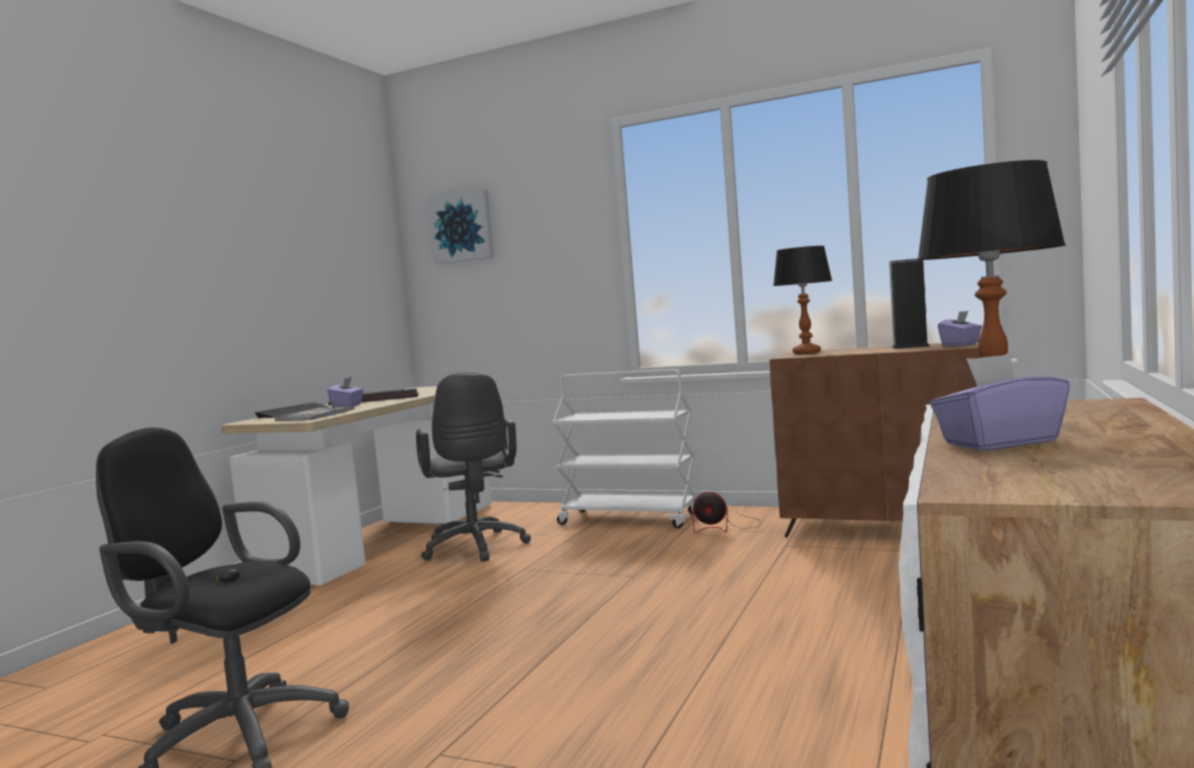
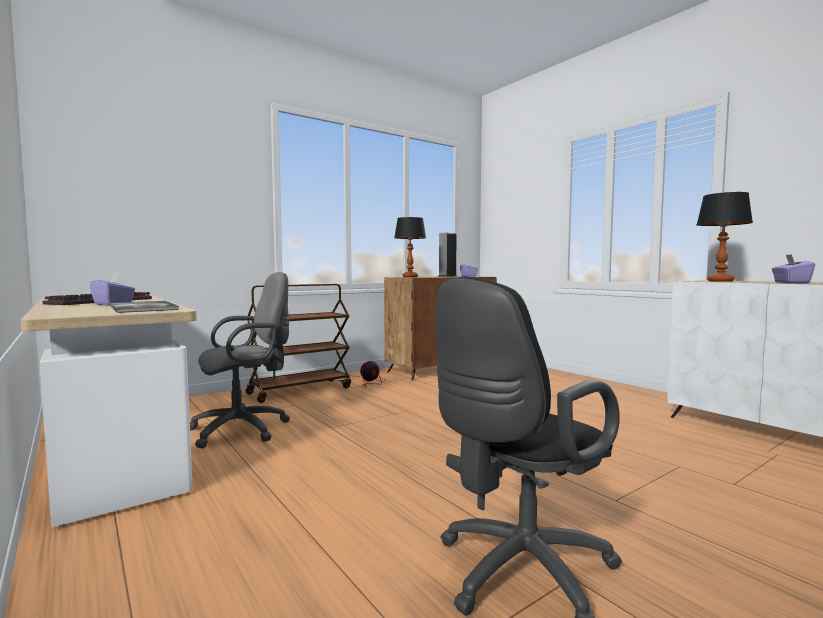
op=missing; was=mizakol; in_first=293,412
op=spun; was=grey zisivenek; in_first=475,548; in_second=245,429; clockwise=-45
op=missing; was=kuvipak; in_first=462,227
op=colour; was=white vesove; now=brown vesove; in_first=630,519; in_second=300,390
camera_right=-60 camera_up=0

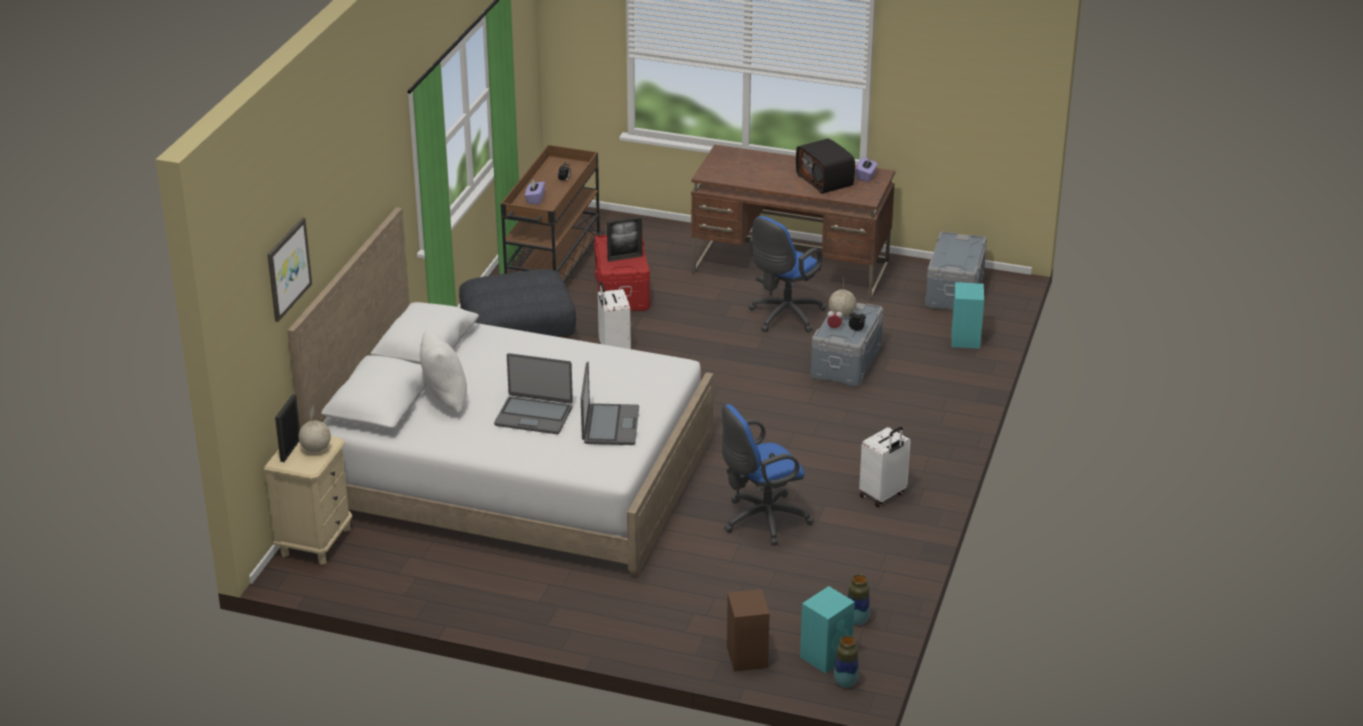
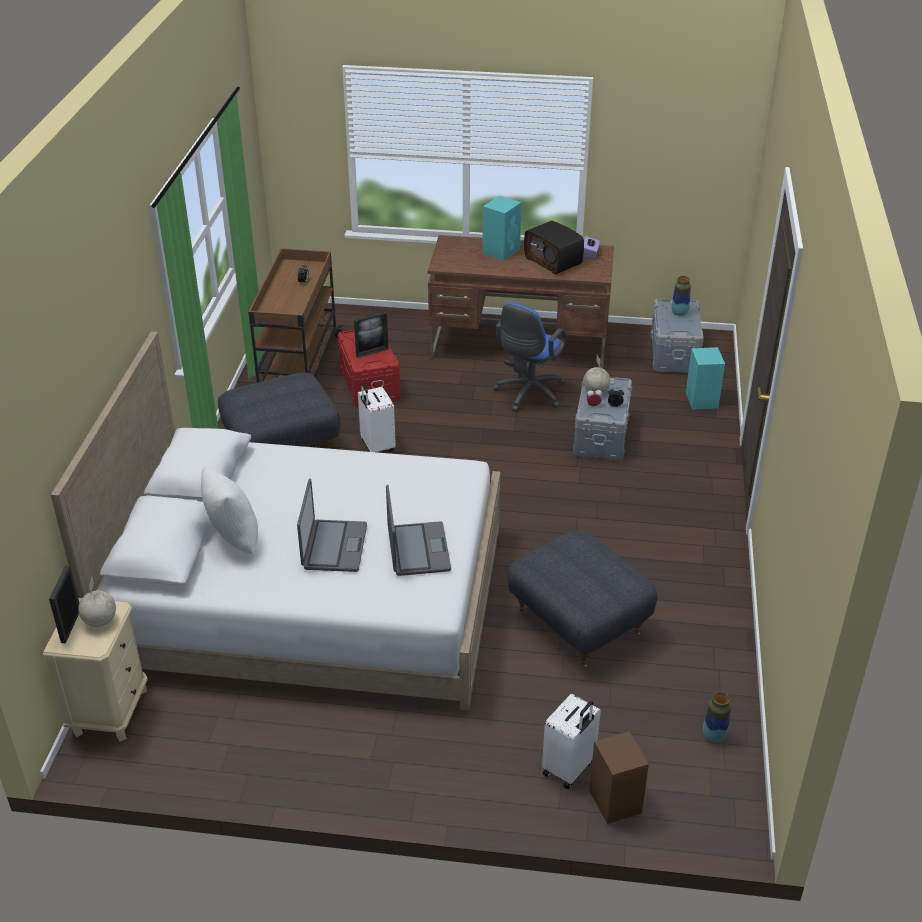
op=missing; was=kuvipak; in_first=287,269
op=spun; was=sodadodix; in_first=534,416; in_second=333,547; clockwise=-90
op=missing; was=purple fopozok; in_first=535,199
op=exchanged; was=blue zisivenek; now=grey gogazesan; in_first=761,520; in_second=576,624
op=relocated; was=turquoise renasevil; in_first=826,655; in_second=501,251
op=relocated; was=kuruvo; in_first=845,682; in_second=679,313
op=relocated; was=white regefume; in_first=883,495; in_second=569,768
camera_right=-10 camera_up=5

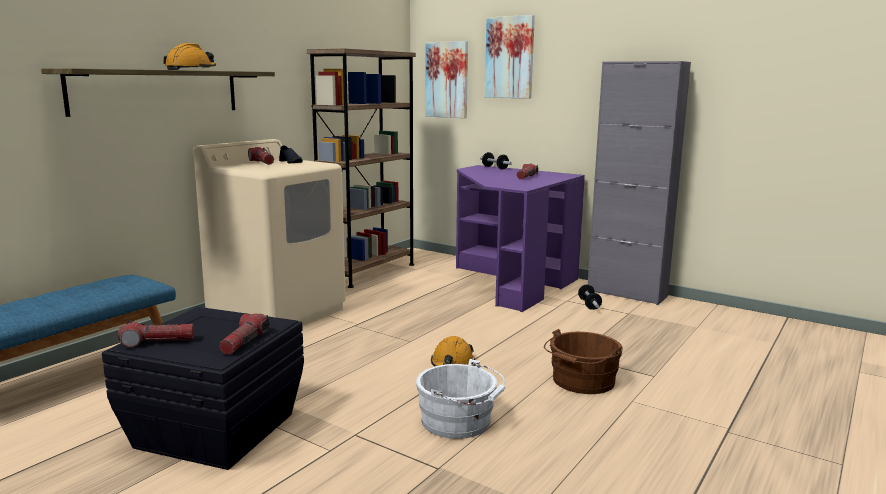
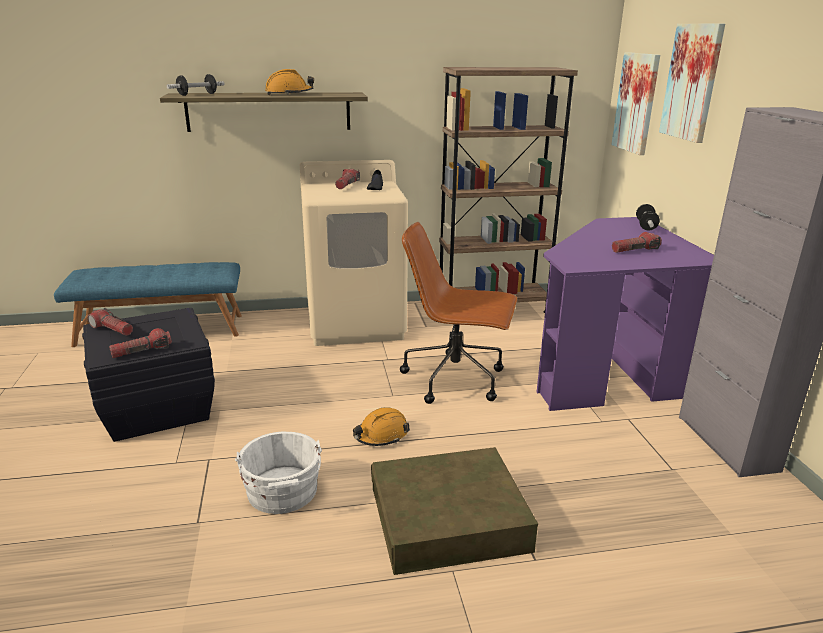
op=exchanged; was=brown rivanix; now=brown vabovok; in_first=581,382; in_second=448,519
op=relocated; was=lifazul; in_first=589,304; in_second=197,94
op=appeared; now=brown zisivenek; in_second=456,379
camera_right=45 camera_up=10

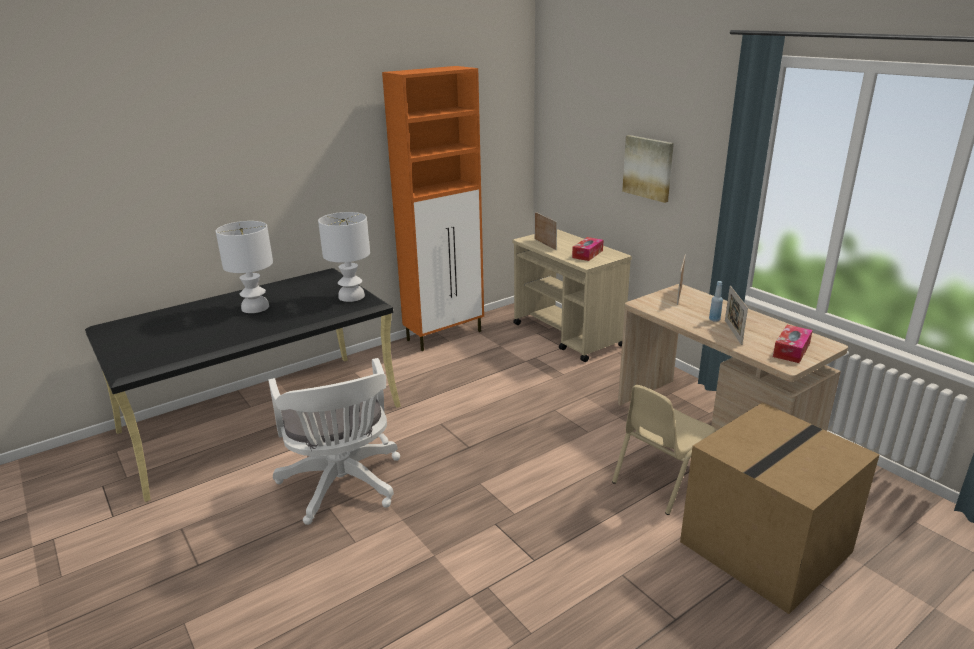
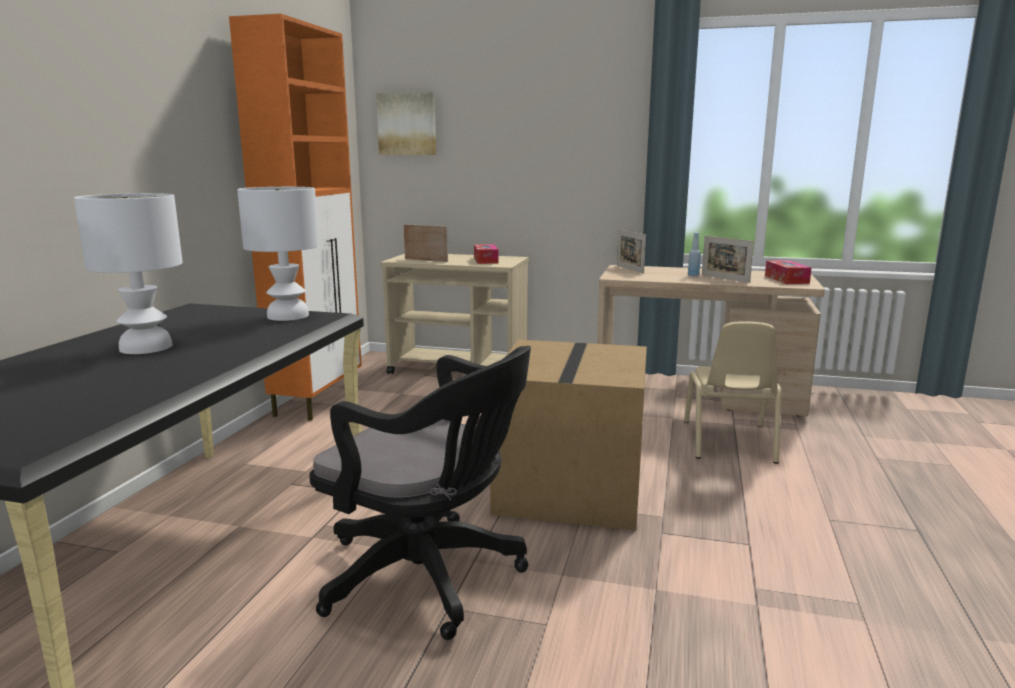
op=colour; was=white zisivenek; now=black zisivenek; in_first=343,487; in_second=430,578
op=relocated; was=kuvipak; in_first=648,168; in_second=407,124
op=relocated; was=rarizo; in_first=764,545; in_second=568,487
camera_right=-40 camera_up=-10

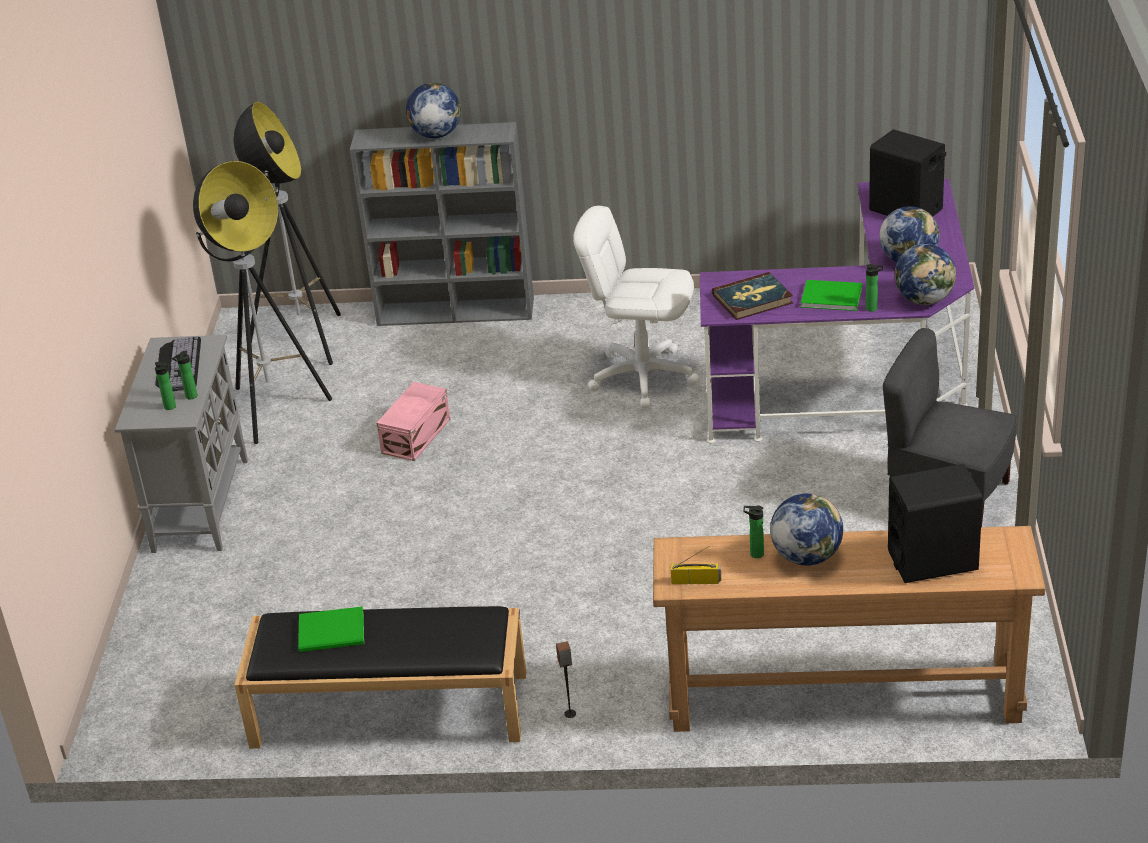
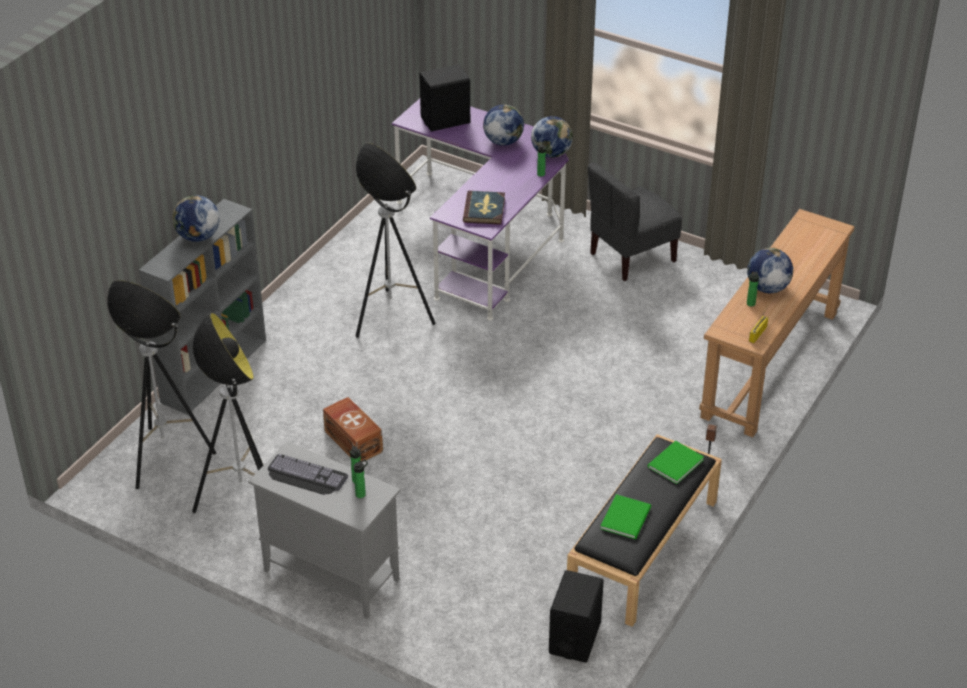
op=colour; was=pink vabovok; now=brown vabovok; in_first=417,435; in_second=353,440
op=exchanged; was=white zisivenek; now=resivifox; in_first=643,376; in_second=390,318
op=relocated; was=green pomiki; in_first=830,296; in_second=673,463
op=relocated; was=black renasevil; in_first=933,560; in_second=574,638
camera_right=-65 camera_up=5

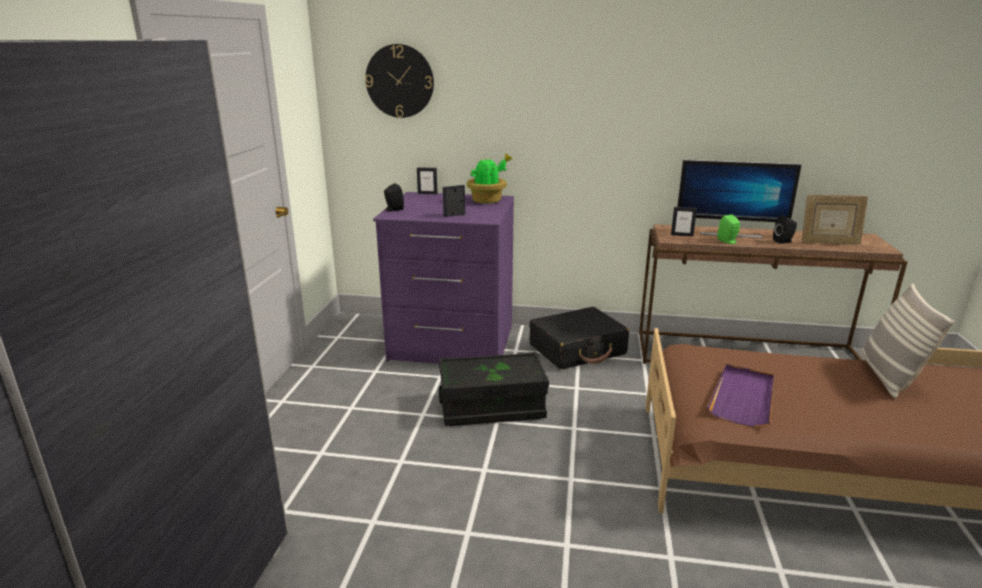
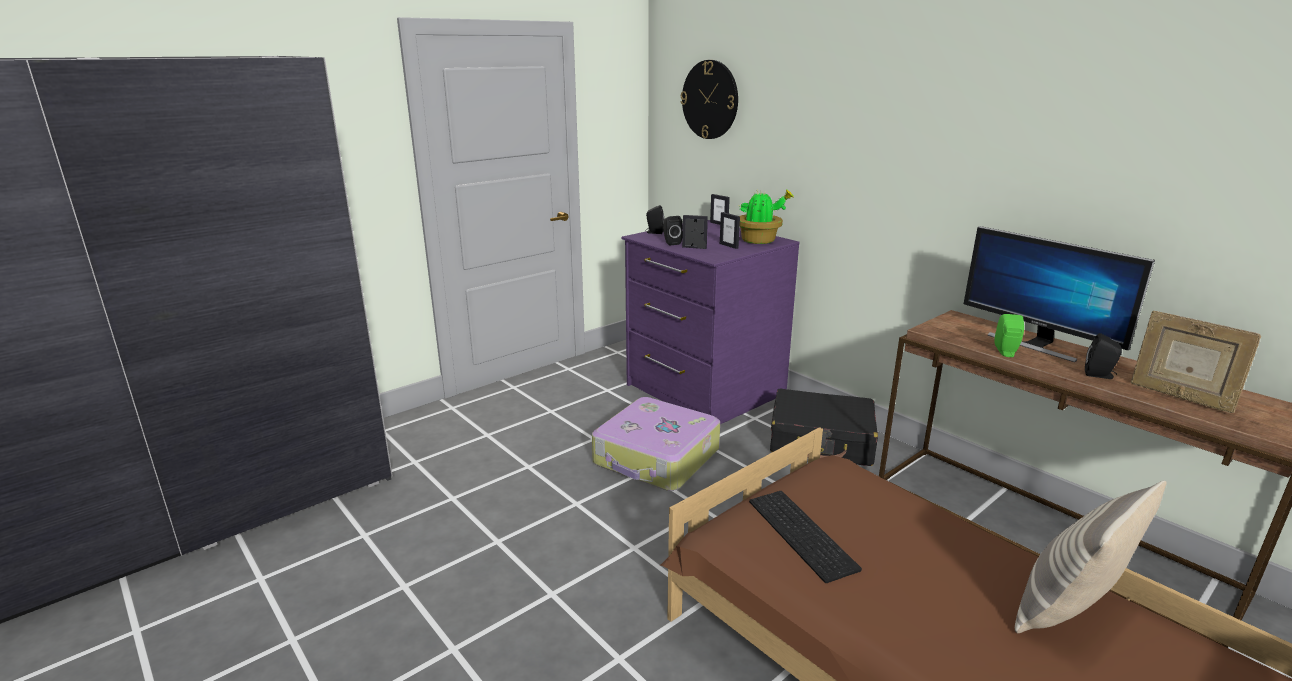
op=exchanged; was=black vabovok; now=regefume; in_first=492,407; in_second=656,458
op=relocated; was=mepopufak; in_first=682,235; in_second=729,246
op=exchanged; was=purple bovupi; now=mizakol; in_first=742,397; in_second=804,534
op=appeared; now=black renasevil; in_second=671,243
camera_right=40 camera_up=0

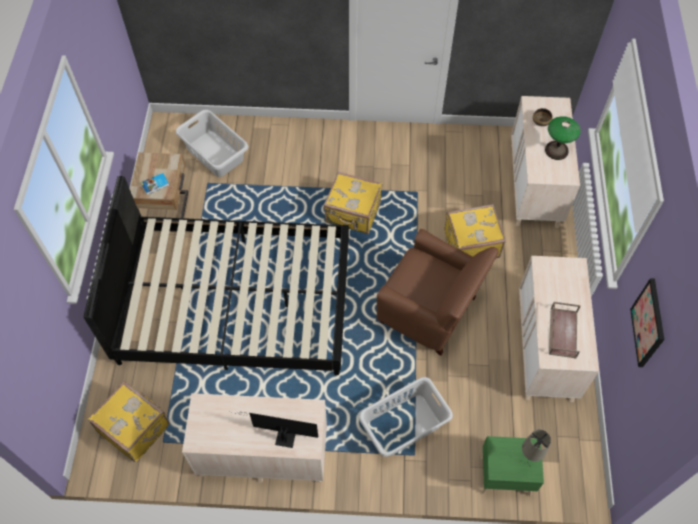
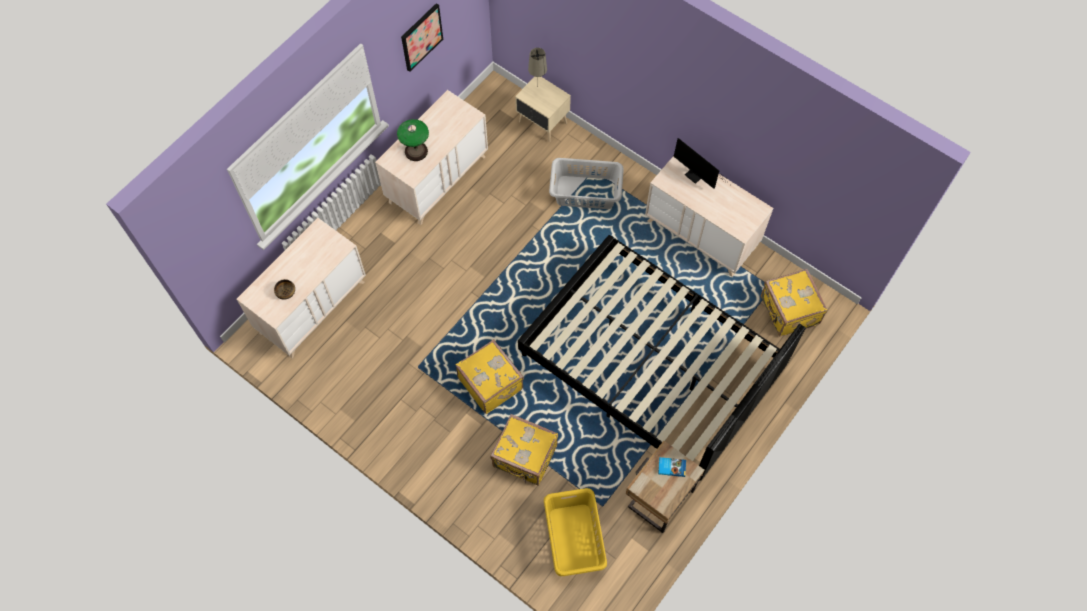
op=colour; was=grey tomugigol; now=yellow tomugigol; in_first=215,153; in_second=573,538
op=missing; was=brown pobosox; in_first=430,311
op=relocated; was=yellow regefume; in_first=470,243; in_second=525,457
op=colour; was=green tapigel; now=beige tapigel; in_first=504,475; in_second=543,123
op=relocated; was=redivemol; in_first=556,150; in_second=416,151
op=missing; was=brown bovupi; in_first=562,332
camera_right=-145 camera_up=5

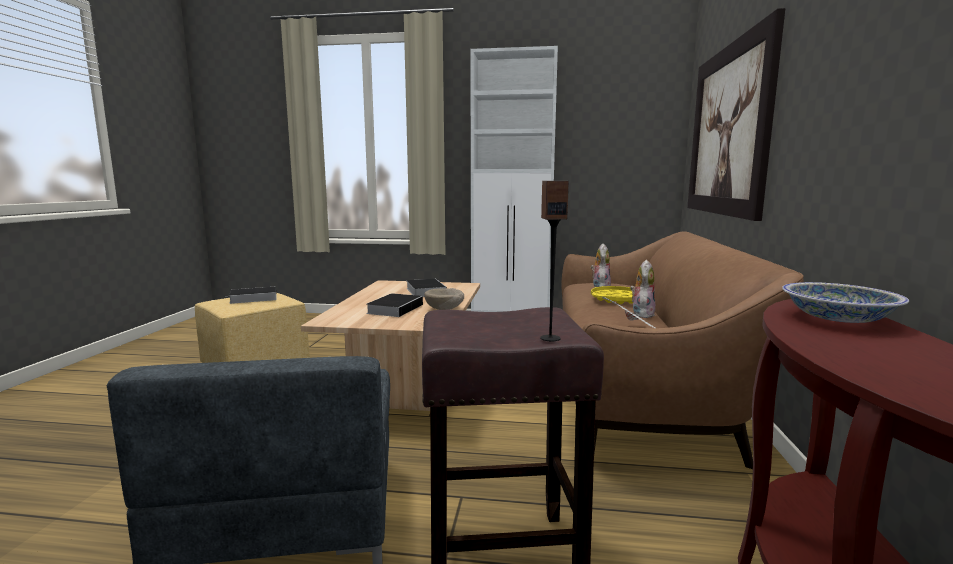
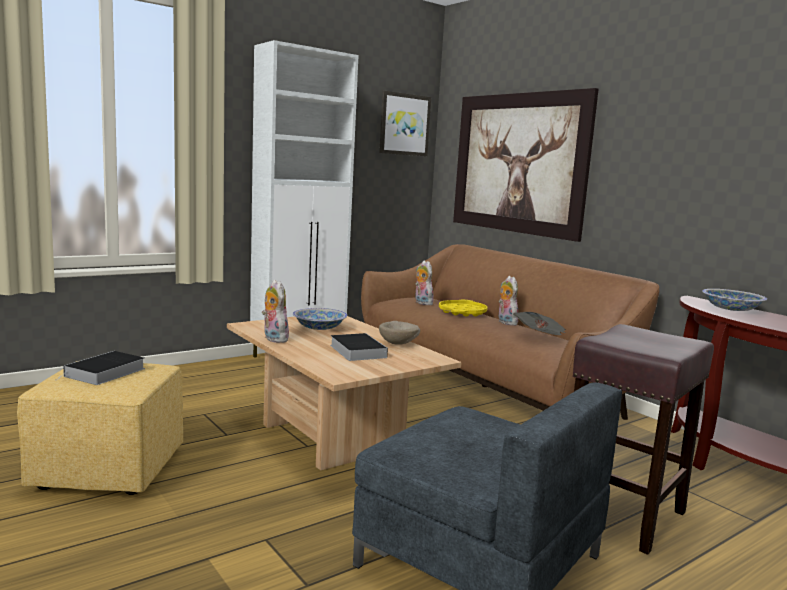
op=exchanged; was=pomiki; now=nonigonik; in_first=425,291; in_second=319,328
op=missing; was=renasevil; in_first=550,338
op=appeared; now=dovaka; in_second=273,339
op=appeared; now=kuvipak; in_second=404,124
camera_right=-45 camera_up=0

